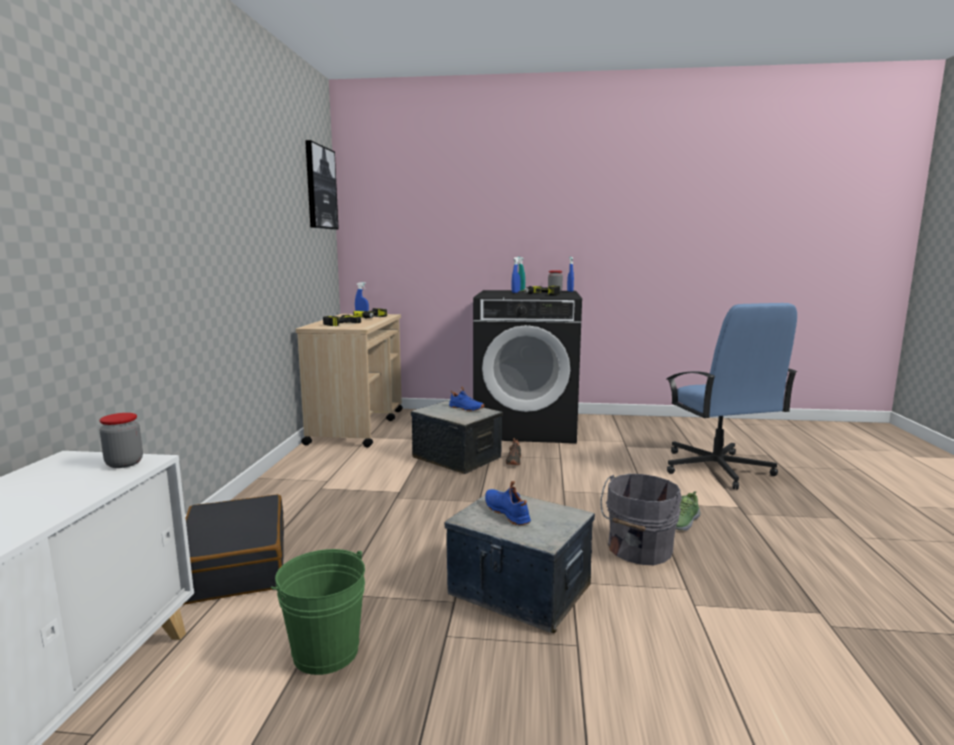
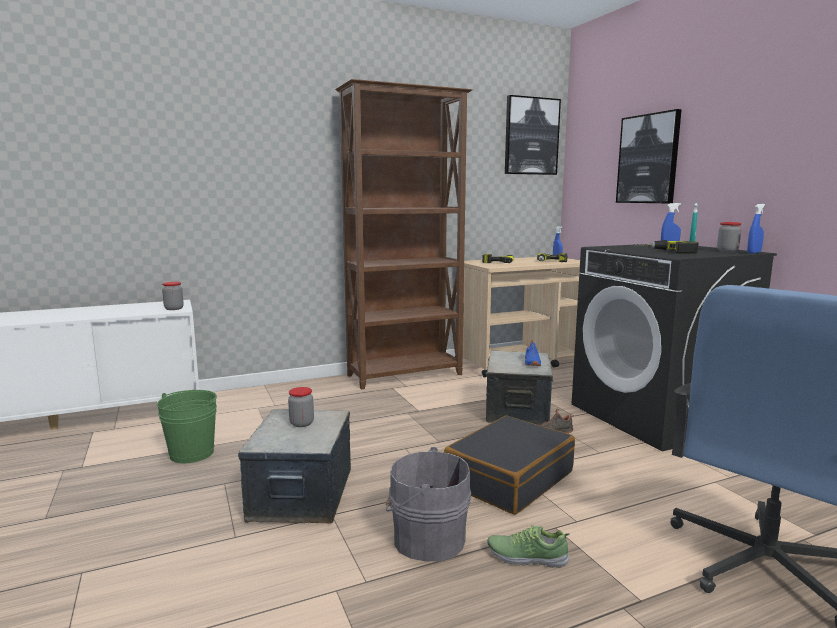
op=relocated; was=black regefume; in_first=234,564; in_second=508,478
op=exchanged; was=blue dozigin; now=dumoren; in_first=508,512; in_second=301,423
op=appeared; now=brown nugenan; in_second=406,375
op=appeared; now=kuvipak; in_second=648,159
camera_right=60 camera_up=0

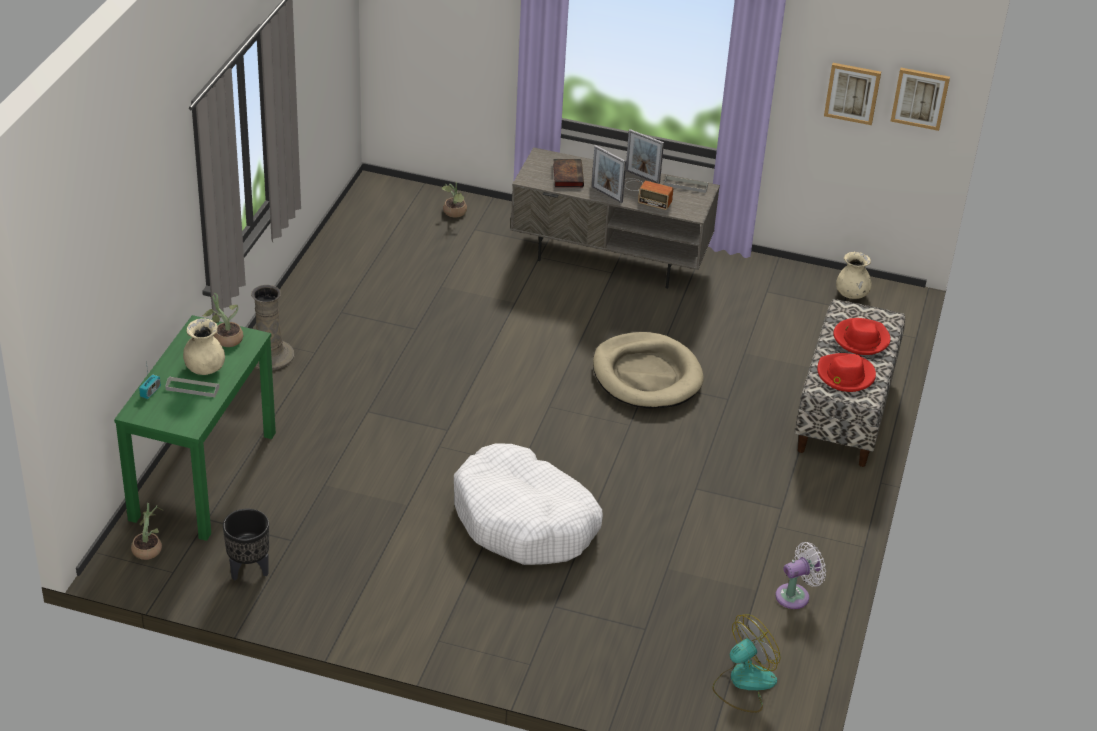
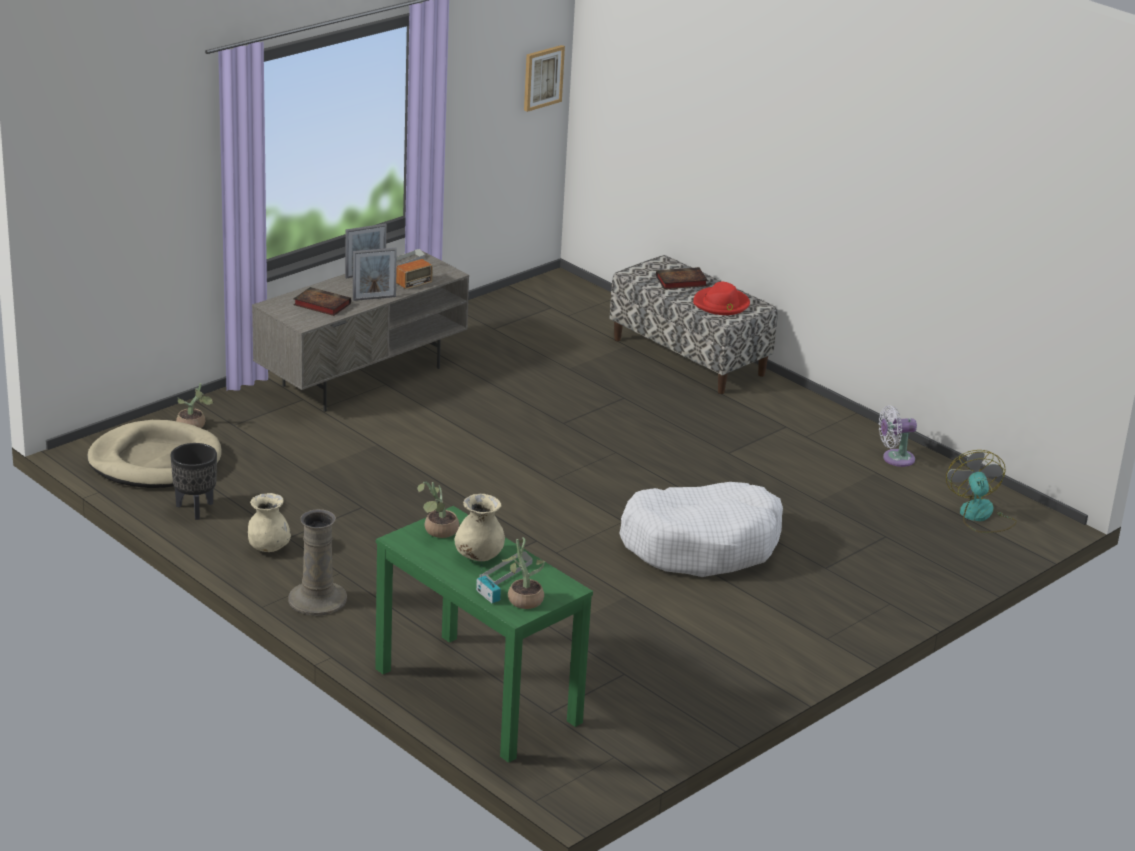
op=relocated; was=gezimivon; in_first=149,548; in_second=522,598
op=relocated; was=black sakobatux; in_first=249,569; in_second=195,509
op=relocated; was=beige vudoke; in_first=646,375; in_second=155,461
op=spun; was=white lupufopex; in_first=796,595; in_second=895,458; clockwise=-105
op=missing; was=kuvipak; in_first=852,93
op=exchanged; was=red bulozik; now=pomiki; in_first=861,339; in_second=680,282
op=relocated; was=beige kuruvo; in_first=851,294; in_second=268,547
camera_right=-60 camera_up=-10

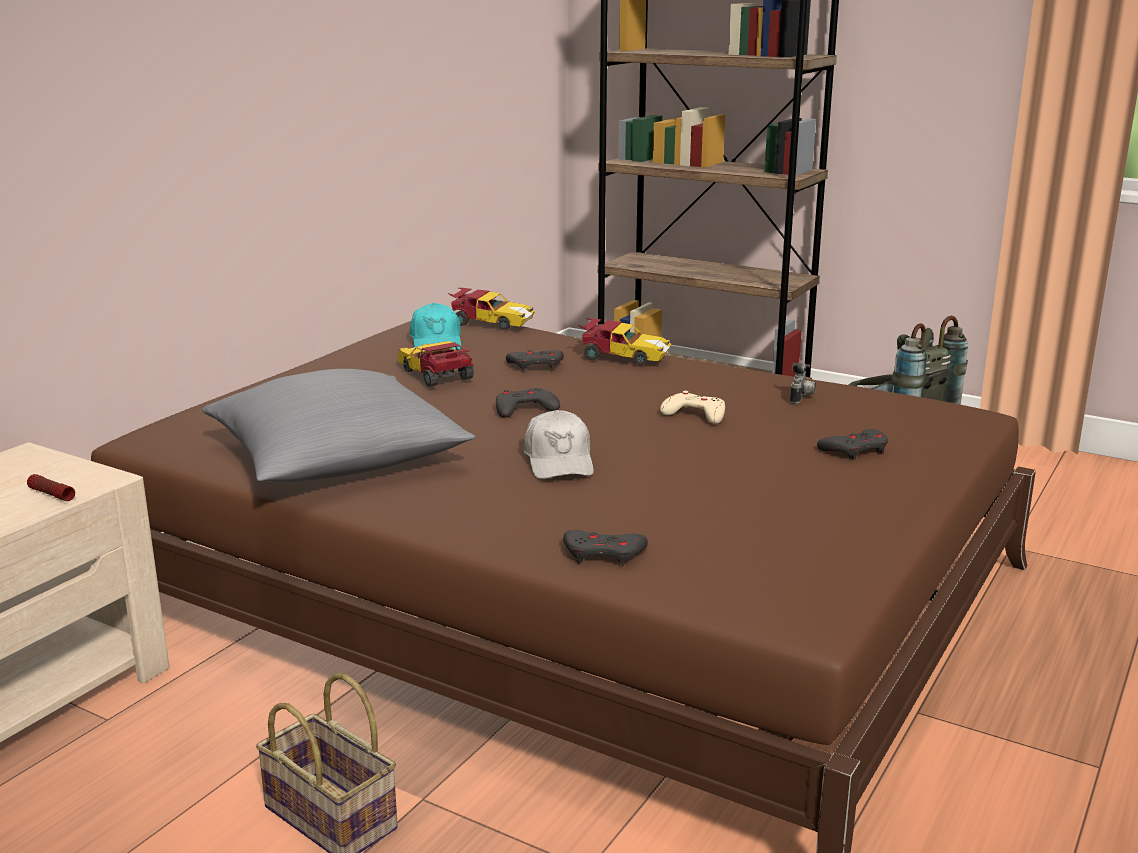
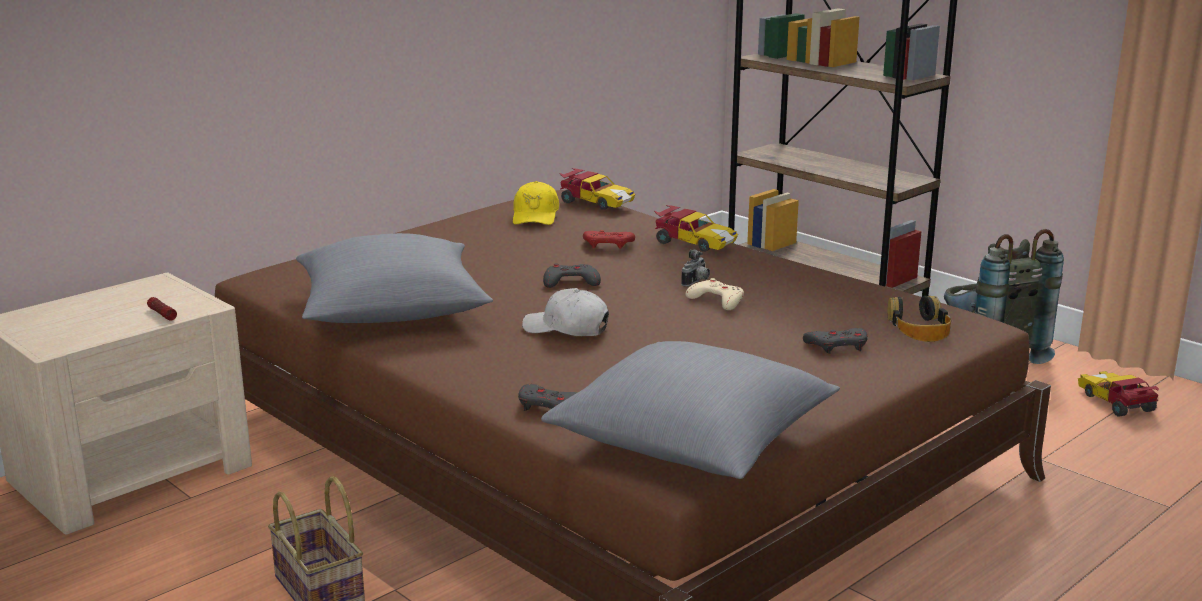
op=relocated; was=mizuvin; in_first=436,375; in_second=1116,403
op=colour; was=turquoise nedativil; now=yellow nedativil; in_first=436,342; in_second=535,216
op=colour; was=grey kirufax; now=red kirufax; in_first=536,365; in_second=608,244
op=spun; was=white nedativil; in_first=559,461; in_second=566,328; clockwise=105
op=relocated; was=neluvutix; in_first=801,398; in_second=696,282
op=appeared; now=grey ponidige; in_second=692,441
op=appeared; now=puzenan; in_second=919,329
camera_right=15 camera_up=0

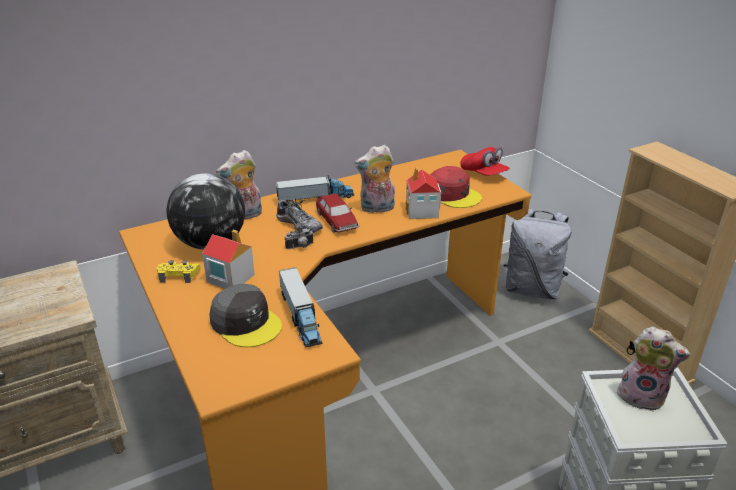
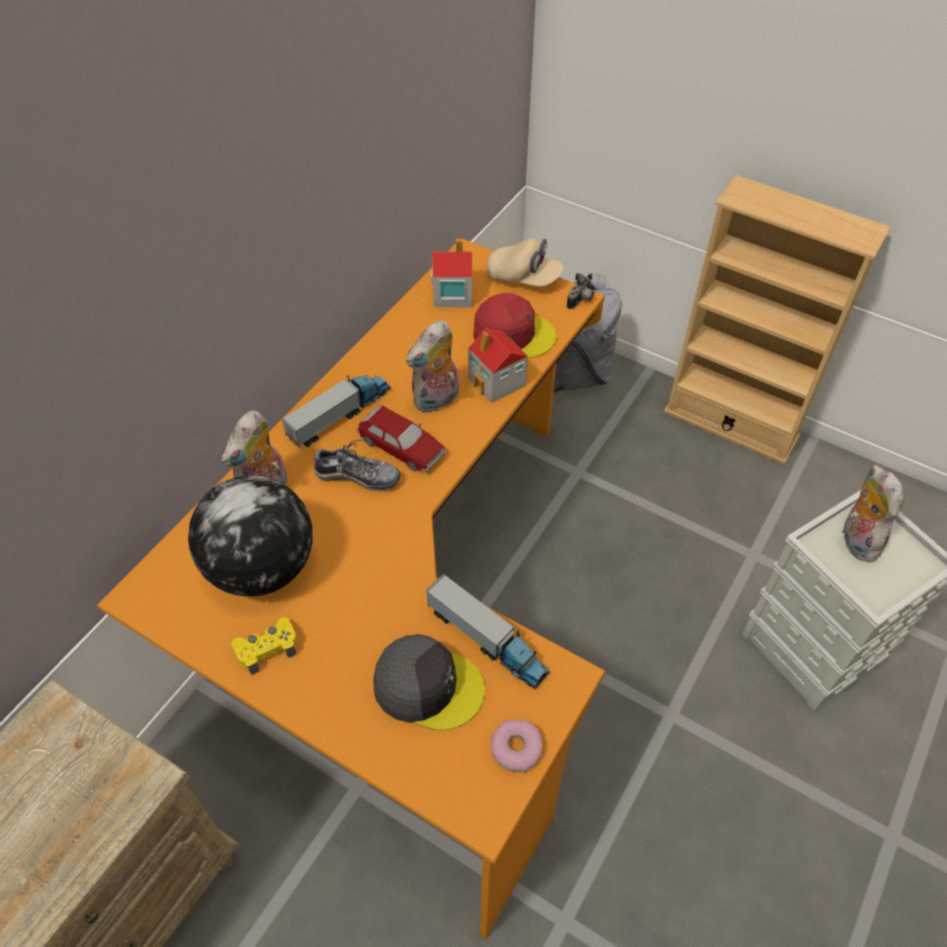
op=relocated; was=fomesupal; in_first=230,278; in_second=452,294
op=relocated; was=neluvutix; in_first=300,247; in_second=581,301
op=colour; was=red nedativil; now=beige nedativil; in_first=483,174; in_second=524,278
op=spun; was=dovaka; in_first=642,396; in_second=855,539; clockwise=-90
op=appeared; now=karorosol; in_second=516,749
camera_right=-30 camera_up=20

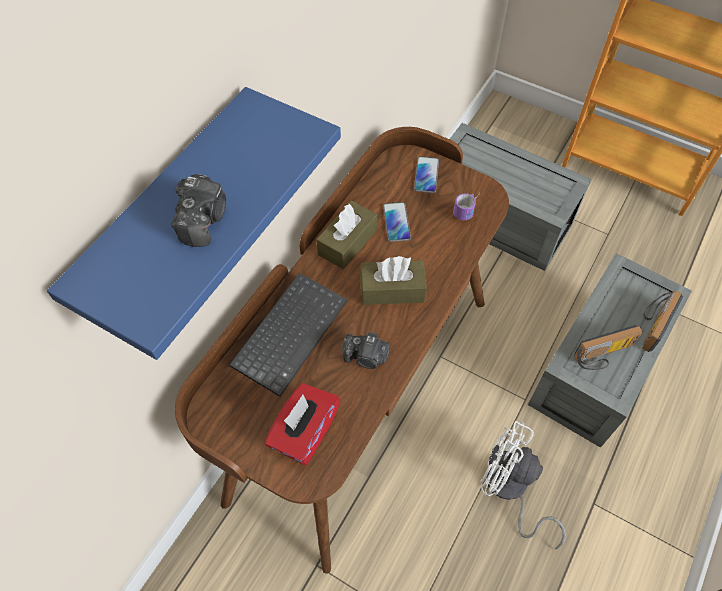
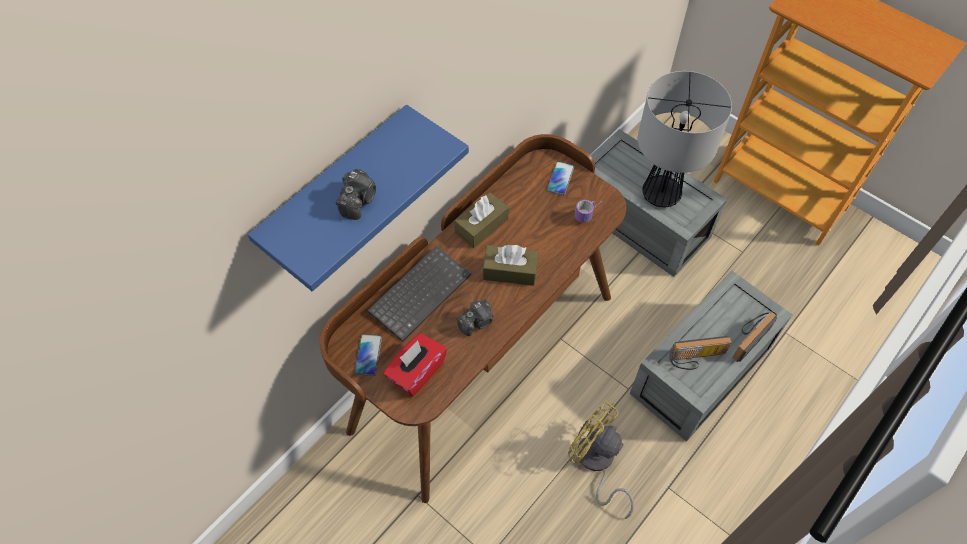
op=spun; was=neluvutix; in_first=366,357; in_second=477,322; clockwise=-60
op=relocated; was=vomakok; in_first=396,222; in_second=368,355
op=colour; was=white lupufopex; now=yellow lupufopex; in_first=509,490; in_second=596,463
op=appeared; now=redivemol; in_second=660,195
camera_right=10 camera_up=0

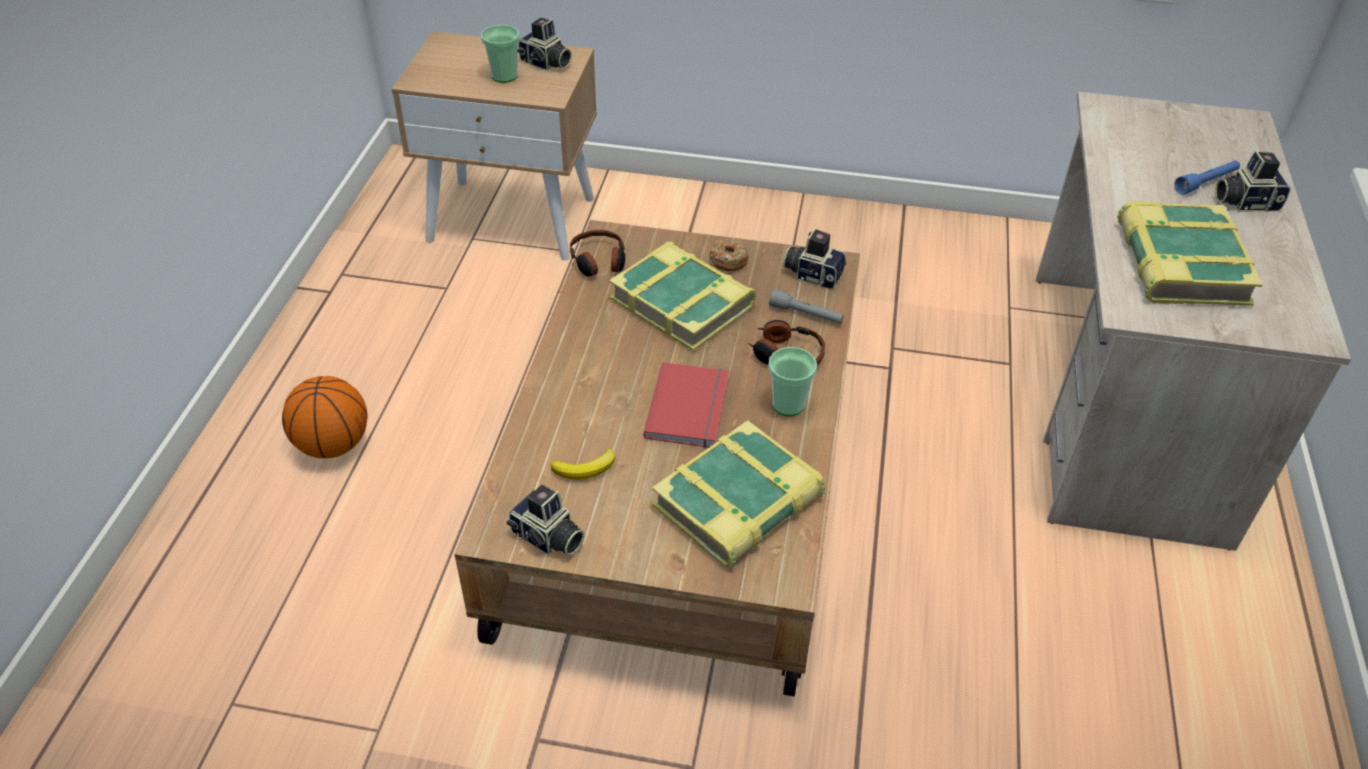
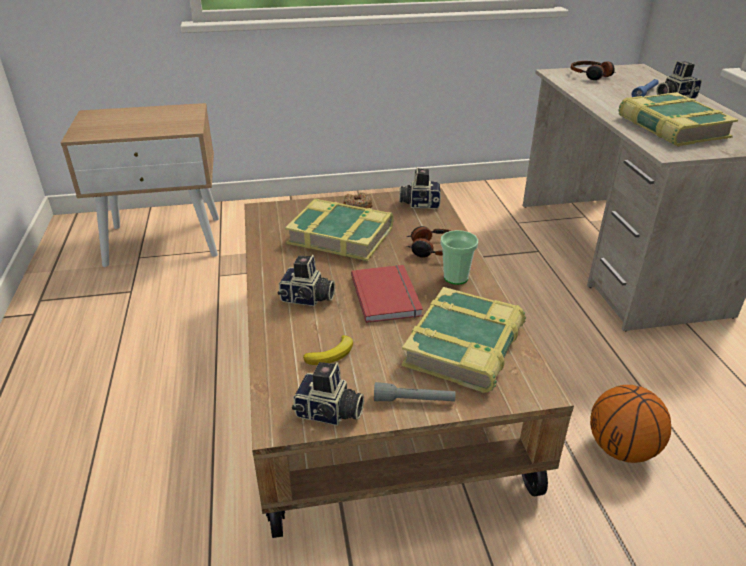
op=relocated; was=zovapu; in_first=333,445; in_second=621,449
op=missing; was=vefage; in_first=504,76
op=relocated; was=neluvutix; in_first=545,63; in_second=307,299
op=relocated; was=puzenan; in_first=599,261; in_second=591,75
op=relocated; was=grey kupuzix; in_first=806,315; in_second=414,400
camera_right=-20 camera_up=-10

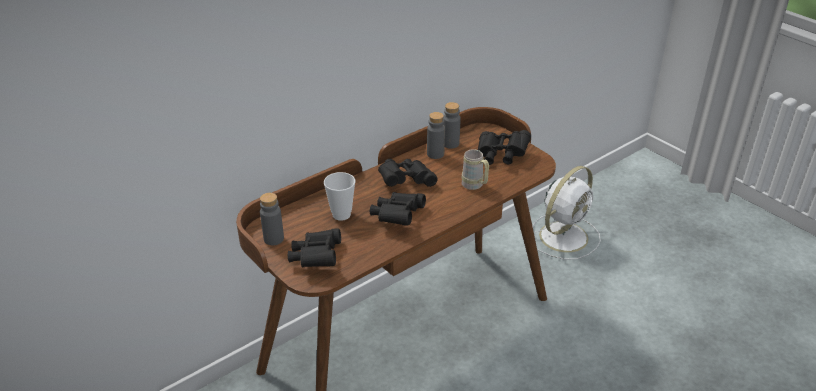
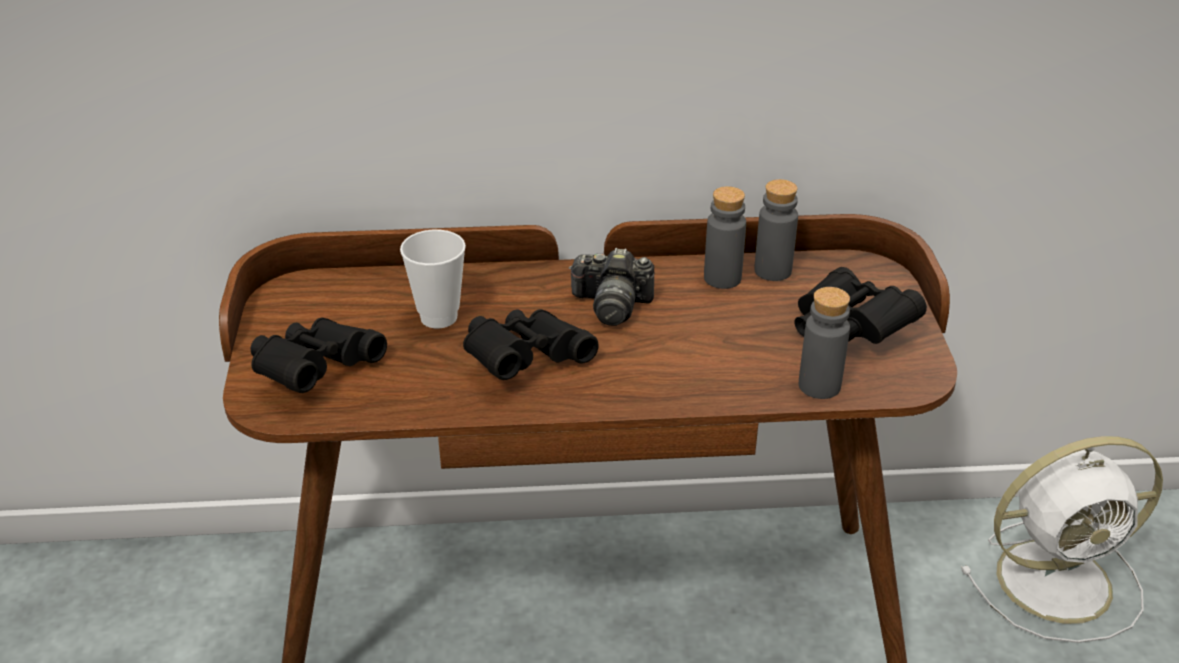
op=relocated; was=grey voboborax; in_first=273,239; in_second=819,386
op=exchanged; was=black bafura; now=neluvutix; in_first=405,181; in_second=612,305
op=missing; was=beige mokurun; in_first=475,186
camera_right=35 camera_up=0

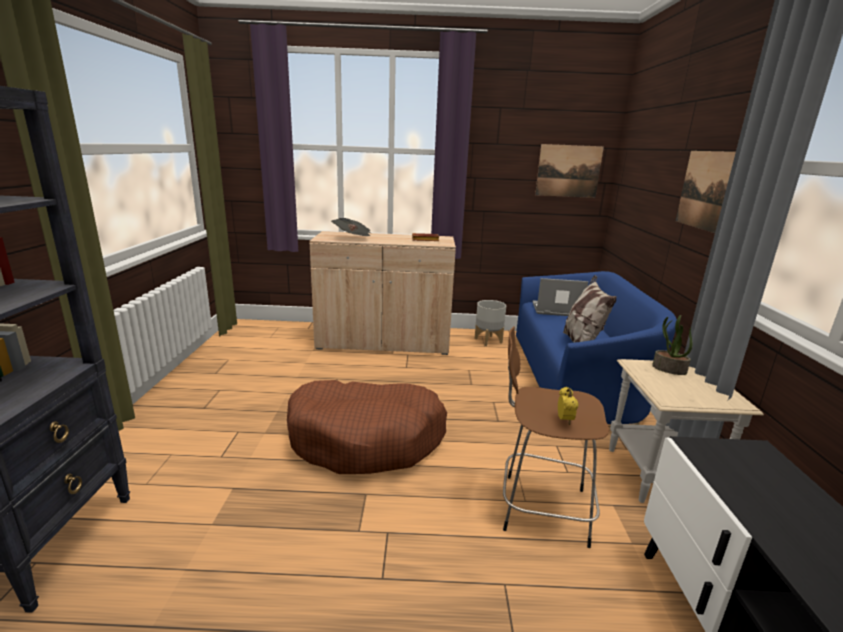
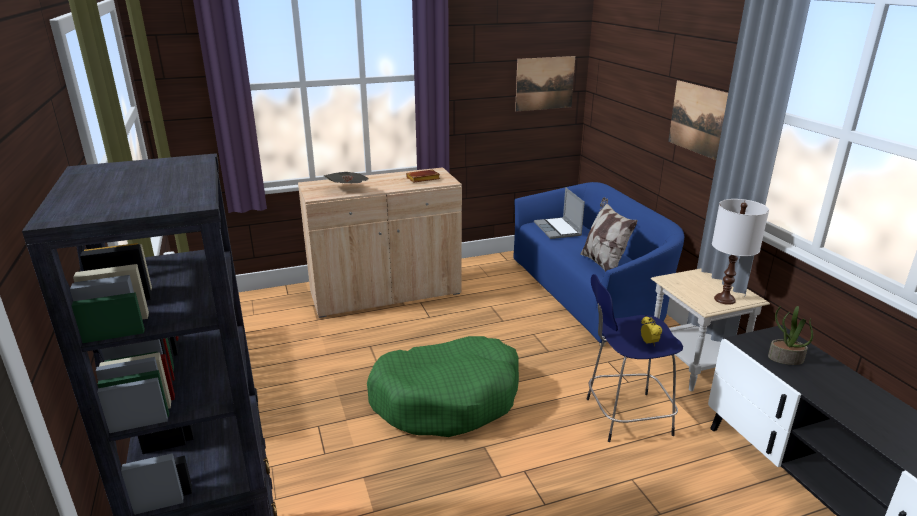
op=colour; was=brown vudoke; now=green vudoke; in_first=366,438; in_second=447,398
op=missing; was=grey sakobatux; in_first=488,341
op=colour; was=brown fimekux; now=blue fimekux; in_first=540,508; in_second=625,417
op=spun; was=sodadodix; in_first=555,310; in_second=558,229; clockwise=-90
op=relocated; was=gezimivon; in_first=668,369; in_second=785,359
op=appeared; now=white redivemol; in_second=724,299
camera_right=-20 camera_up=5

